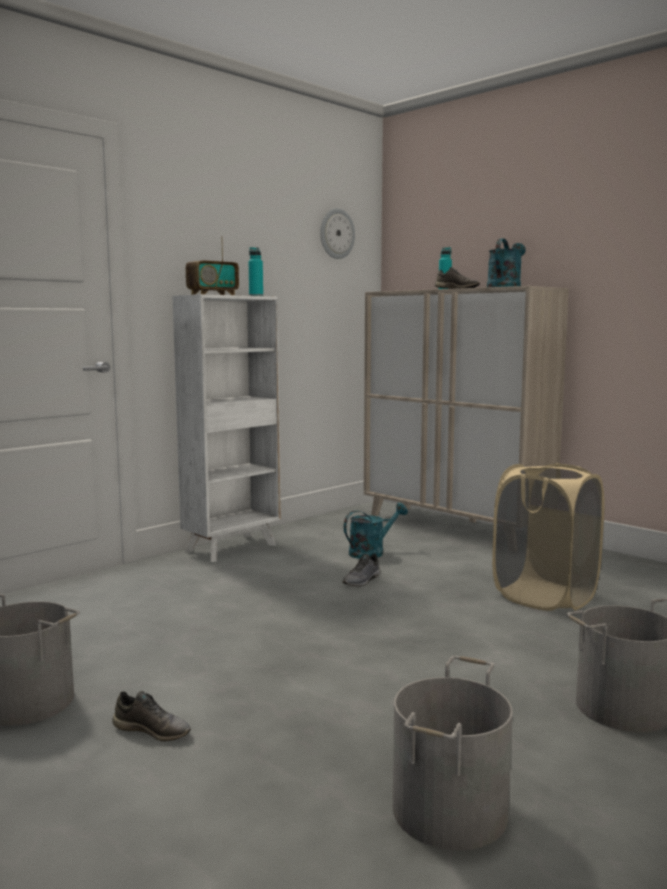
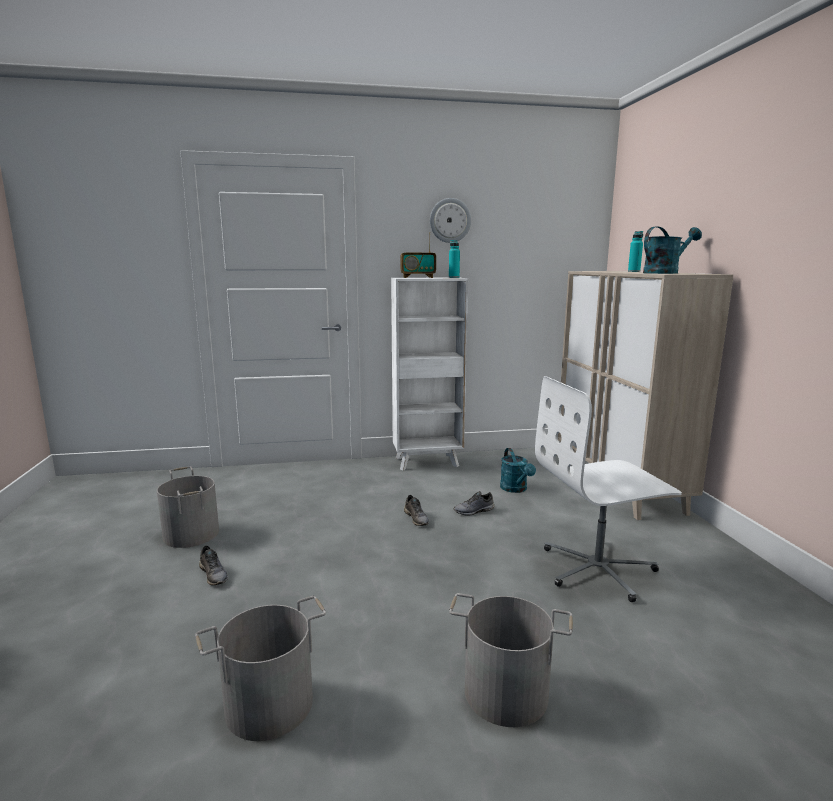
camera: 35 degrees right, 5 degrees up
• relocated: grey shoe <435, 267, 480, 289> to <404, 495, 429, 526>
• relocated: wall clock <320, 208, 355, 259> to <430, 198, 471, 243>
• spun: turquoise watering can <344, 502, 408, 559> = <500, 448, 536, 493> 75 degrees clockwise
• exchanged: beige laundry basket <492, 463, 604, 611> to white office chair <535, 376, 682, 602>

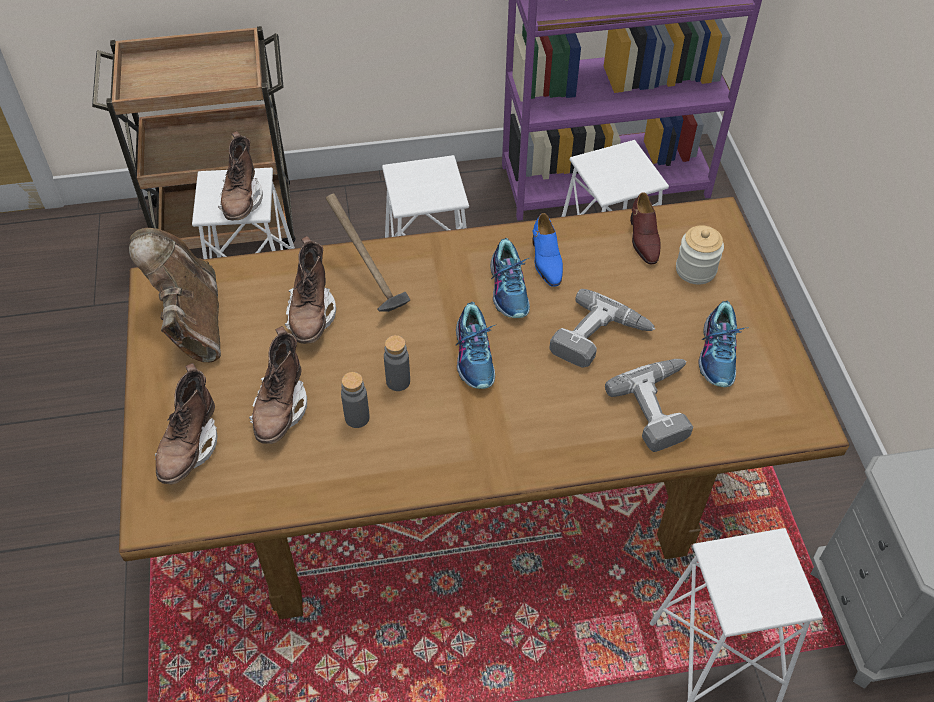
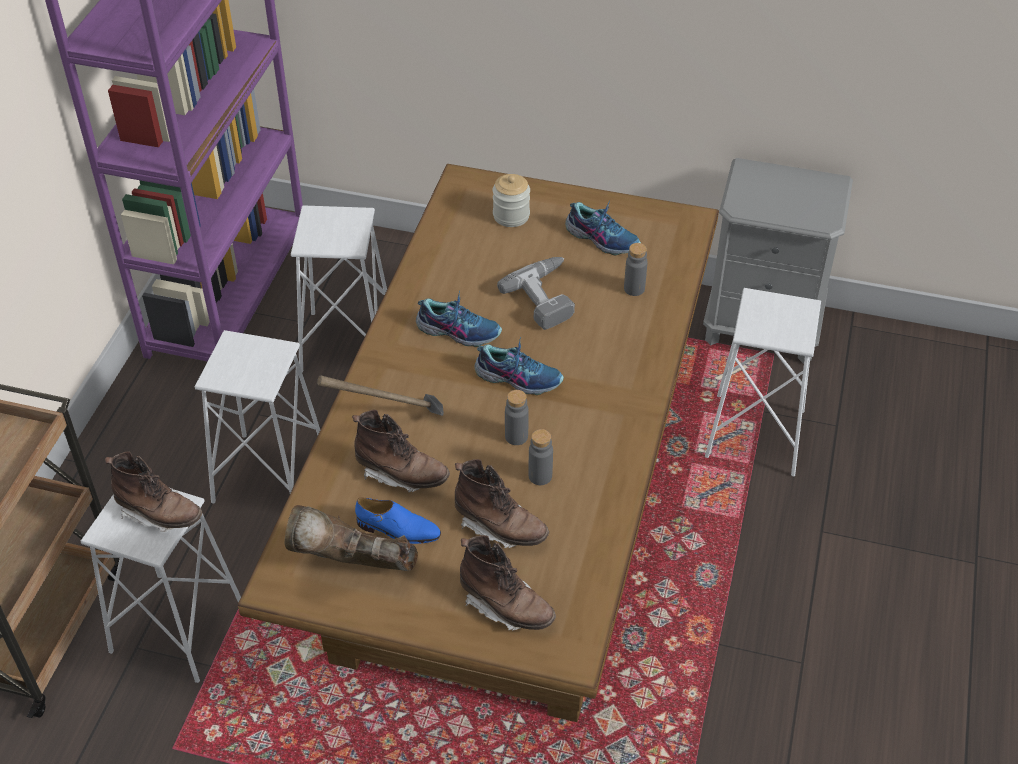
camera: 65 degrees left, 5 degrees down
• relocated: blue shoe <532, 213, 563, 287> to <355, 497, 441, 544>
• exchanged: power drill <605, 359, 693, 452> to grey bottle <624, 243, 648, 296>
• missing: brown shoe <630, 192, 660, 264>

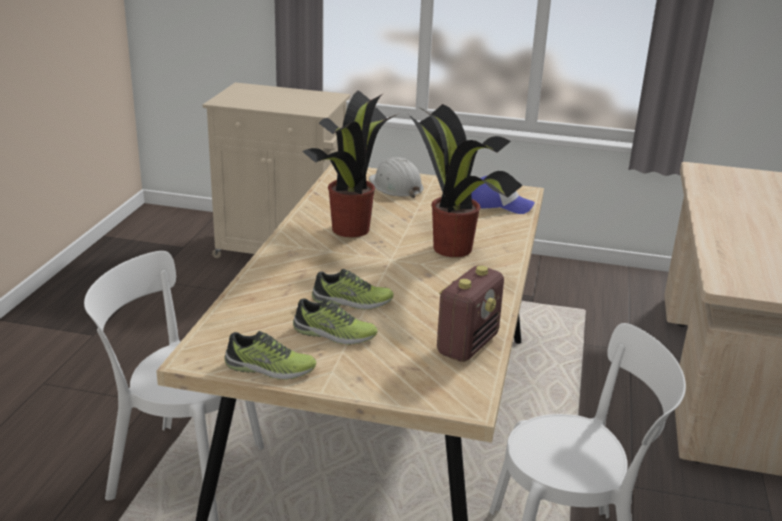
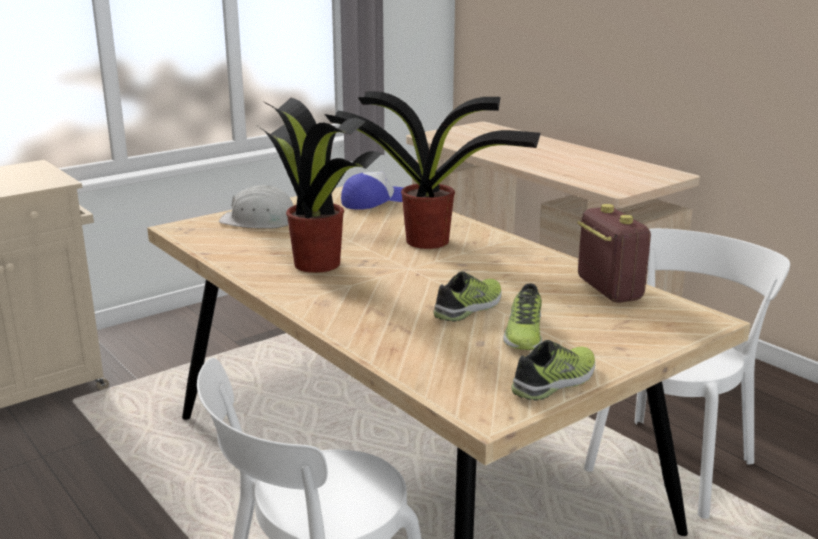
camera: 50 degrees left, 5 degrees down
• spun: shoe <293, 298, 378, 345> = <503, 283, 542, 350> 135 degrees clockwise

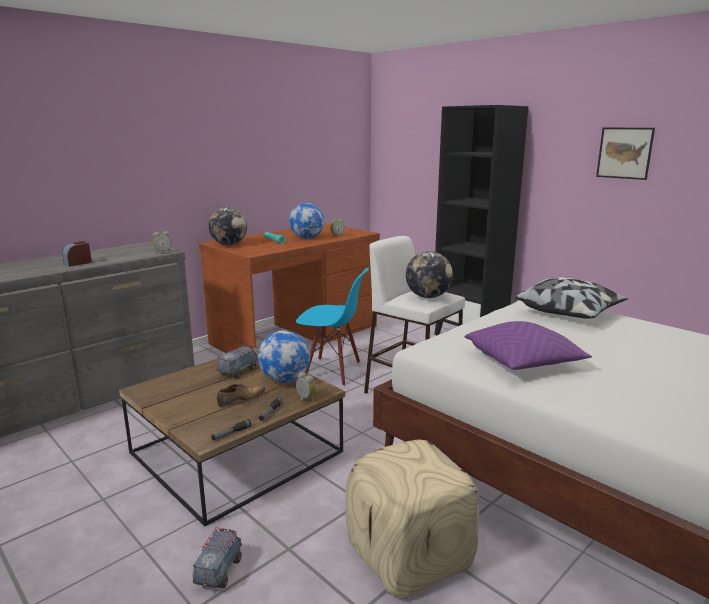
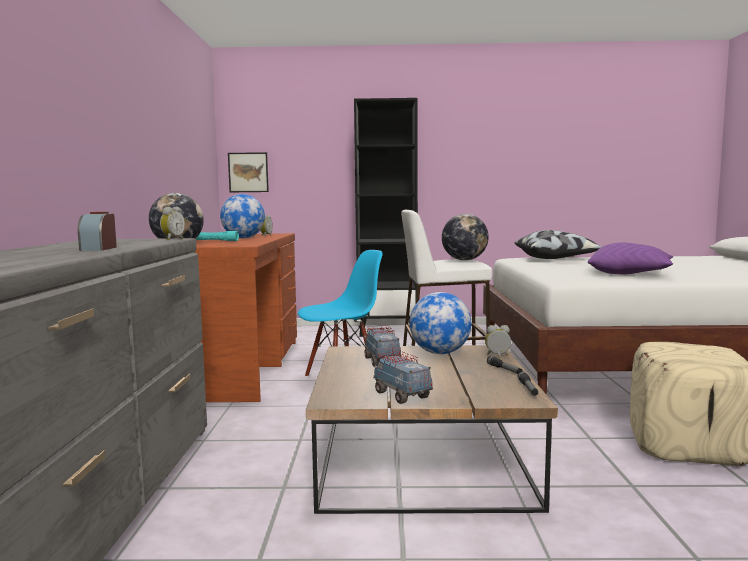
camera: 45 degrees left, 10 degrees down
• relocated: picture <596, 128, 655, 180> to <228, 152, 269, 192>
• relocated: toy truck <193, 527, 242, 588> to <373, 351, 433, 404>
• missing: shoe <217, 384, 265, 407>

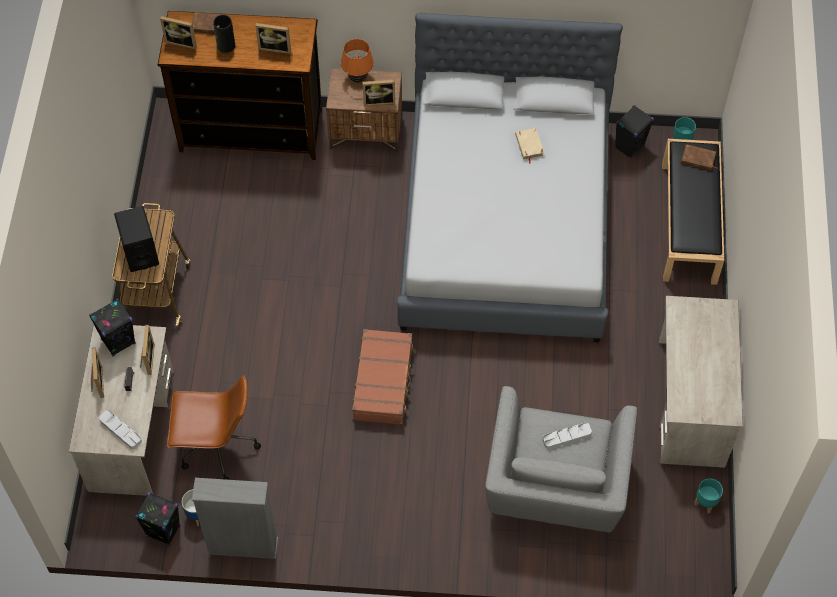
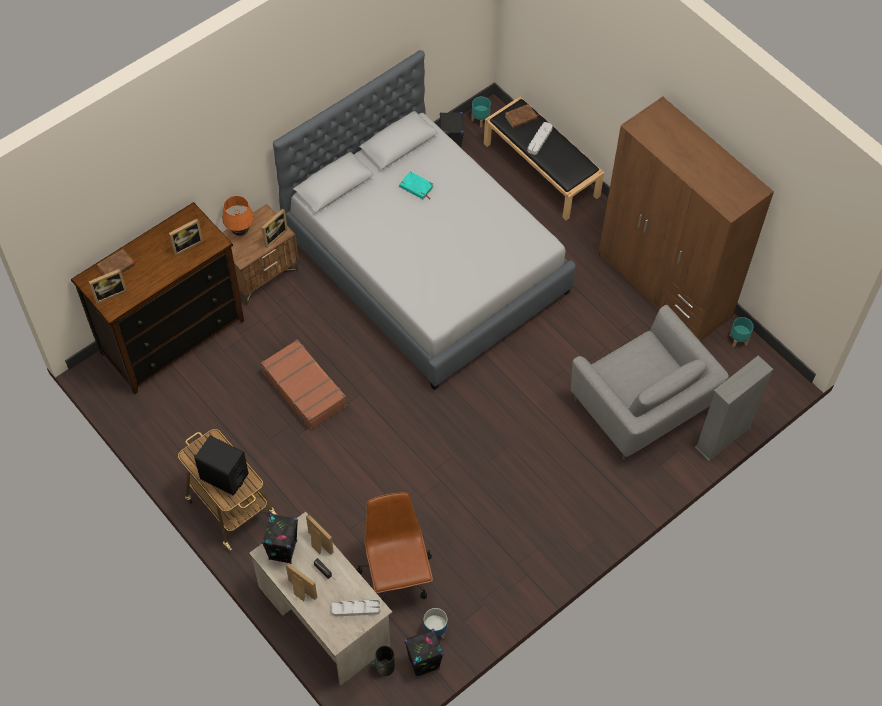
camera: 45 degrees left, 0 degrees up
• relocated: brown suitcase <352, 329, 416, 425> to <261, 339, 347, 431>
• spun: brown office chair <167, 375, 261, 480> = <357, 492, 433, 600> 60 degrees counterclockwise
• relocated: vase <213, 15, 235, 53> to <372, 646, 395, 676>
• colour: beige book <515, 128, 544, 164> to turquoise book <399, 171, 434, 200>
• relocated: grey tray <543, 423, 592, 449> to <527, 122, 553, 155>
• exchanged: beige desk <659, 296, 743, 468> to brown wardrobe <599, 97, 774, 341>
• relocated: grey bookcase <192, 478, 278, 559> to <695, 355, 773, 461>

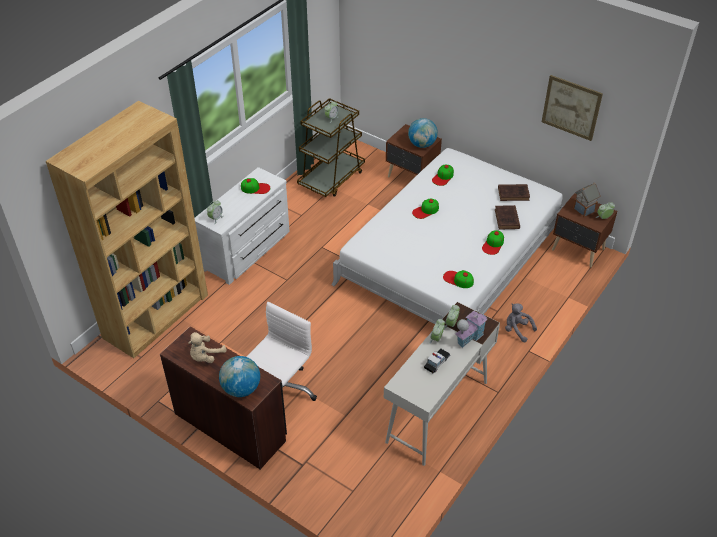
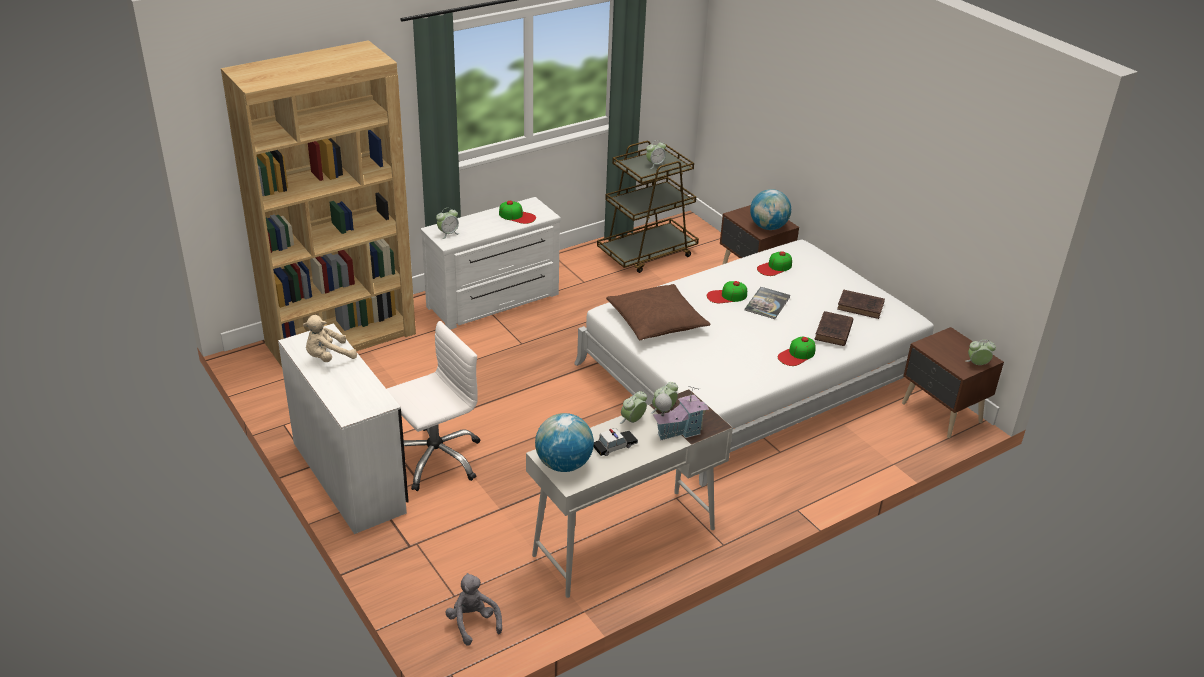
camera: 20 degrees right, 10 degrees down
• colour: brown desk <160, 326, 287, 470> to white desk <278, 324, 409, 534>
• relocated: grey plush toy <505, 303, 537, 342> to <445, 573, 502, 646>
• relocated: globe <219, 356, 260, 397> to <535, 413, 594, 472>
• appeared: brown pillow <606, 284, 711, 340>
• appeared: book <745, 287, 790, 319>
• missing: cap <443, 270, 474, 288>
• missing: picture <542, 75, 603, 141>
• missing: toy house <573, 183, 600, 217>

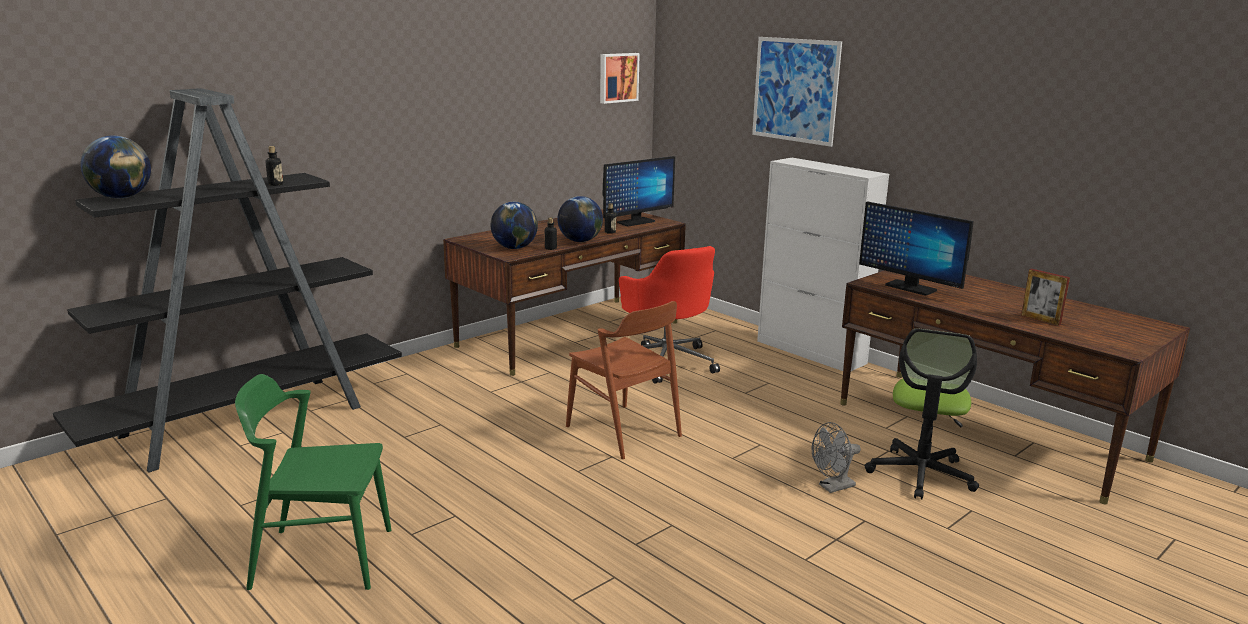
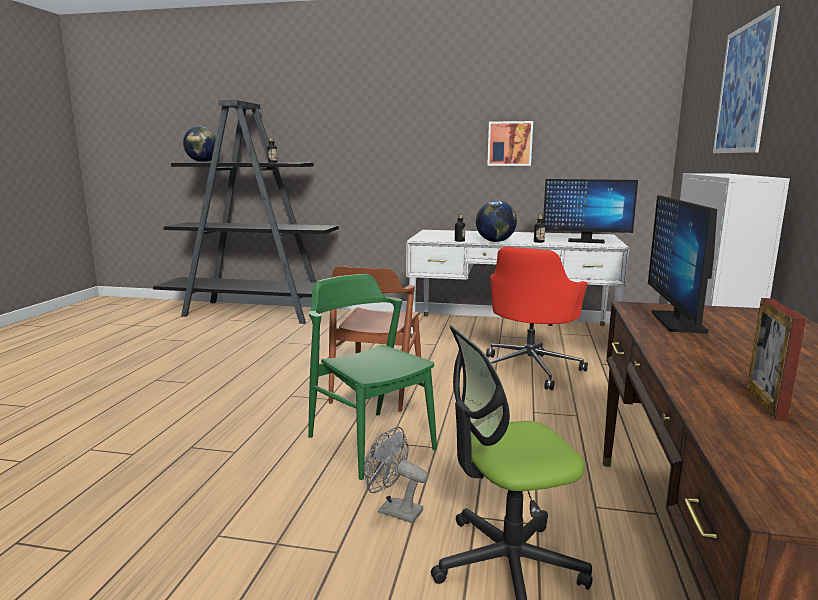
camera: 55 degrees right, 5 degrees down
• relocated: green chair <235, 374, 391, 590> to <308, 274, 437, 480>
• colour: brown desk <443, 209, 686, 376> to white desk <406, 230, 630, 338>
• relocated: picture <600, 53, 640, 104> to <487, 121, 533, 166>
• missing: globe <491, 202, 538, 249>

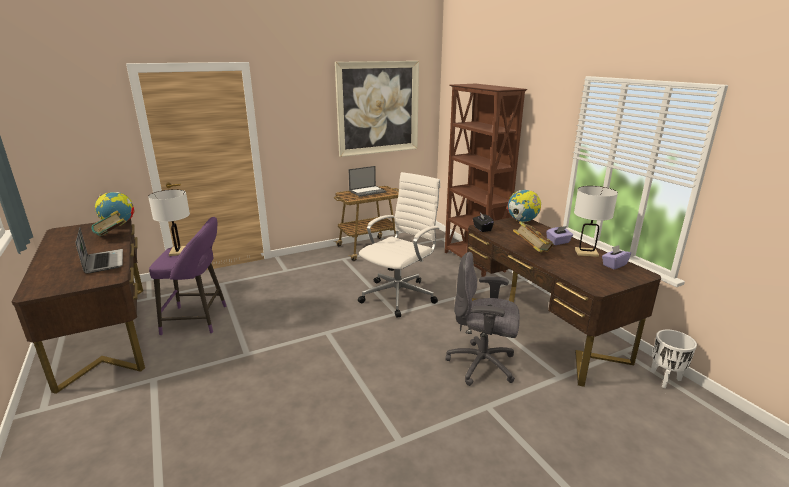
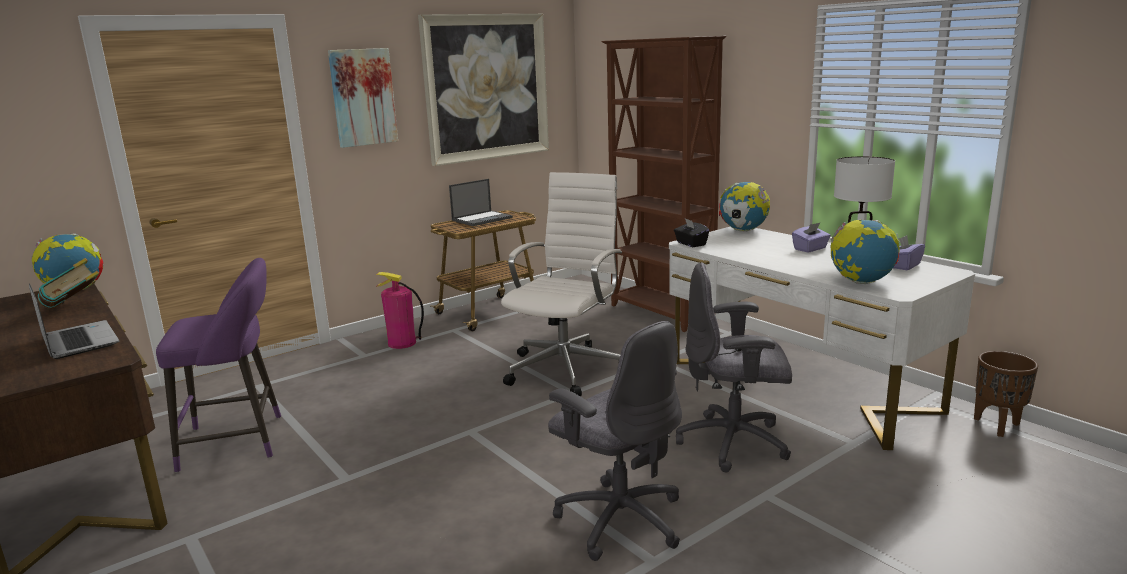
camera: 10 degrees left, 5 degrees down
• appeared: picture <328, 48, 398, 148>
• appeared: fire extinguisher <376, 272, 424, 349>
• appeared: grey office chair <548, 321, 682, 561>
• colour: brown desk <467, 217, 661, 387> to white desk <669, 227, 975, 450>
• appeared: globe <831, 220, 900, 284>
• colour: white planter <651, 330, 697, 389> to brown planter <974, 351, 1038, 437>
• missing: white table lamp <148, 189, 190, 256>
• missing: book <513, 222, 554, 252>

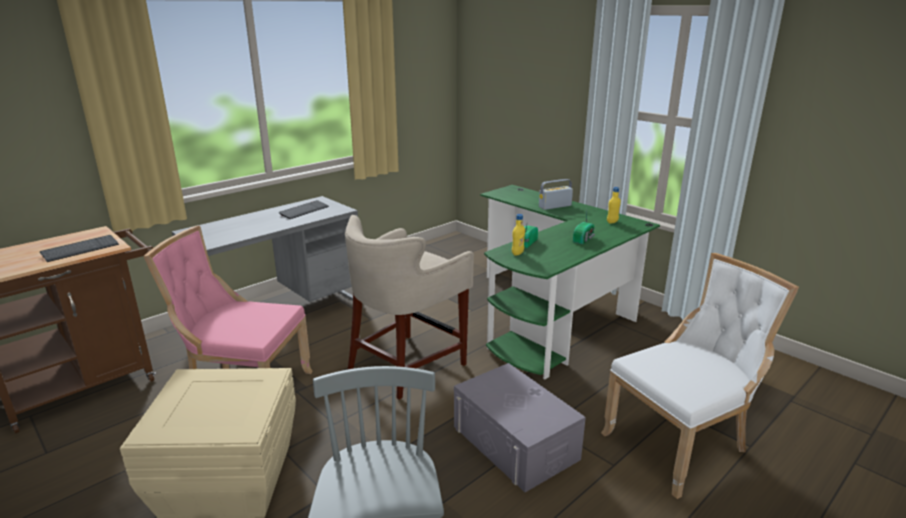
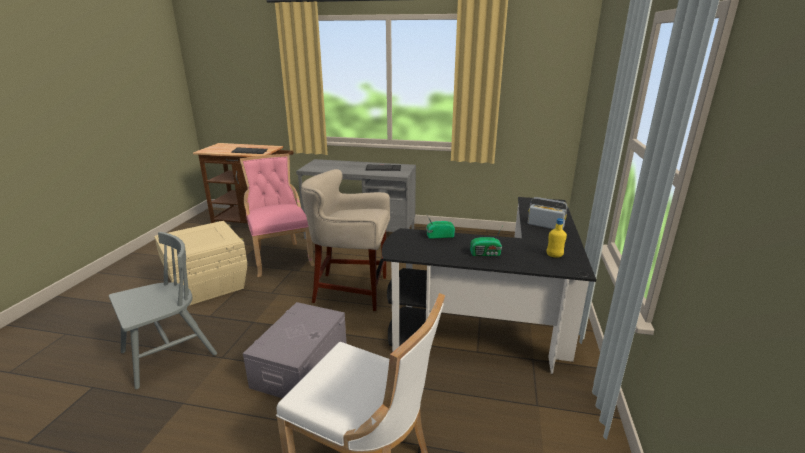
camera: 55 degrees right, 0 degrees up
• colour: green desk <480, 185, 660, 380> to black desk <382, 197, 596, 374>
• missing: yellow bottle <512, 214, 525, 255>

